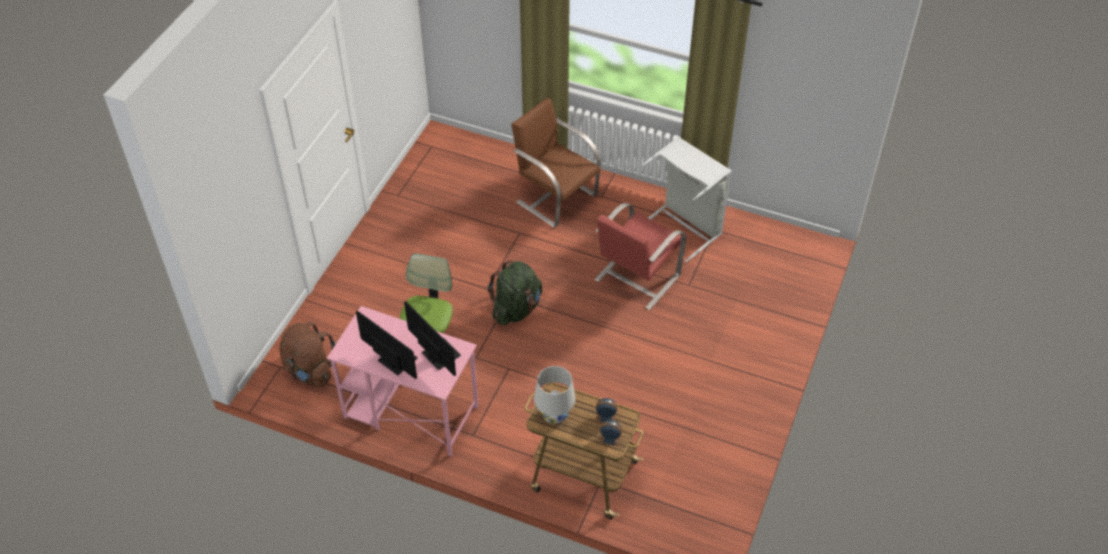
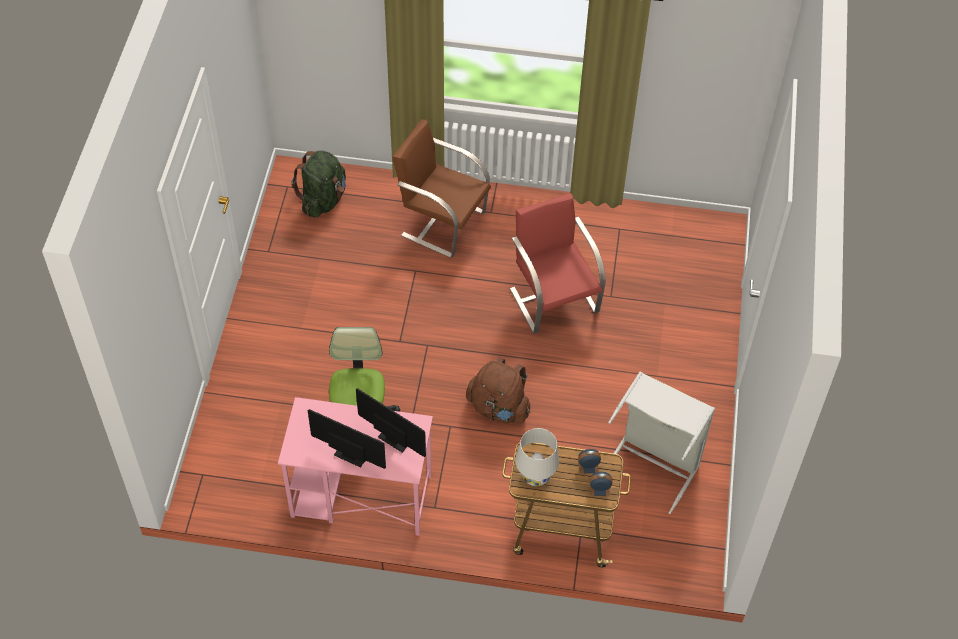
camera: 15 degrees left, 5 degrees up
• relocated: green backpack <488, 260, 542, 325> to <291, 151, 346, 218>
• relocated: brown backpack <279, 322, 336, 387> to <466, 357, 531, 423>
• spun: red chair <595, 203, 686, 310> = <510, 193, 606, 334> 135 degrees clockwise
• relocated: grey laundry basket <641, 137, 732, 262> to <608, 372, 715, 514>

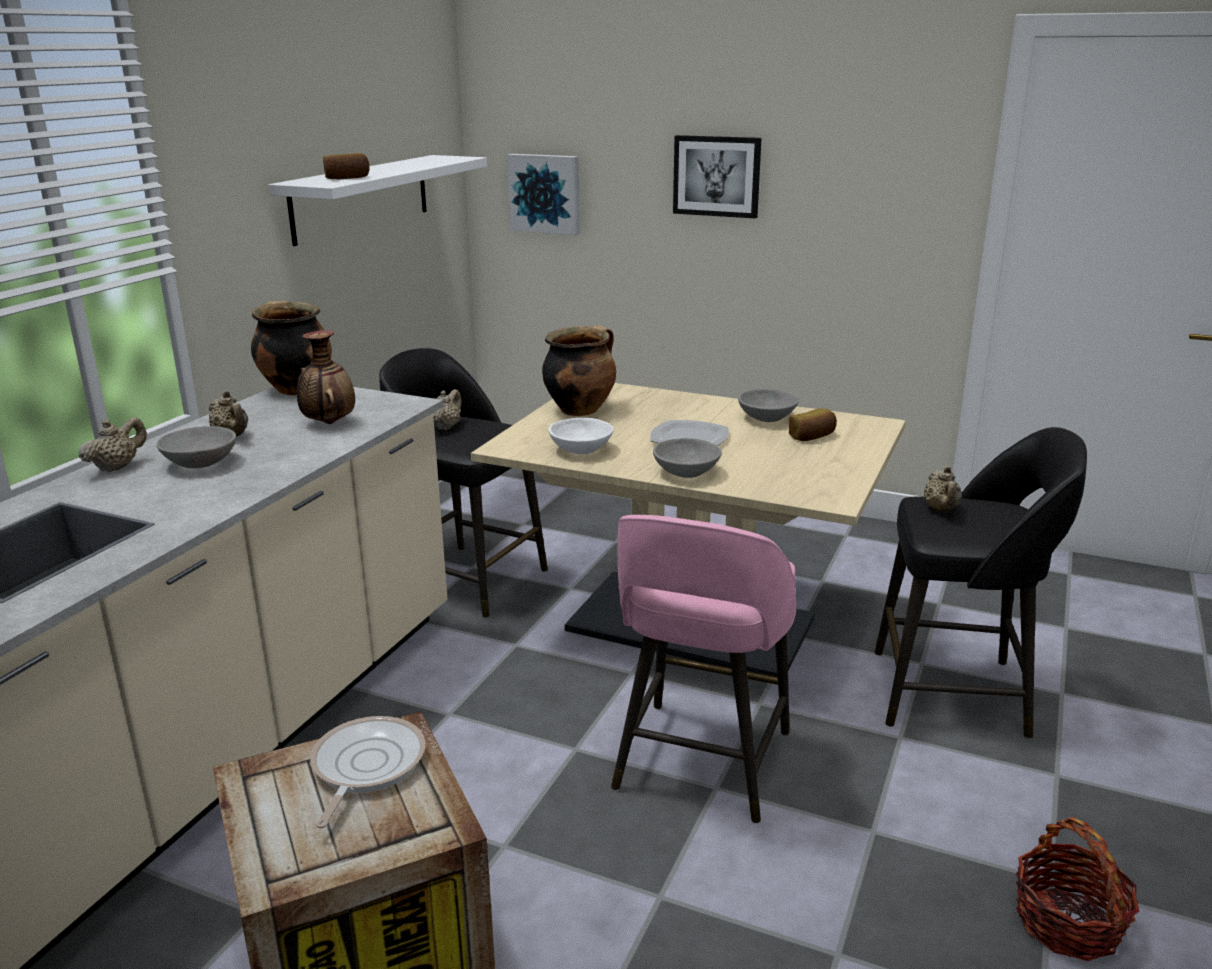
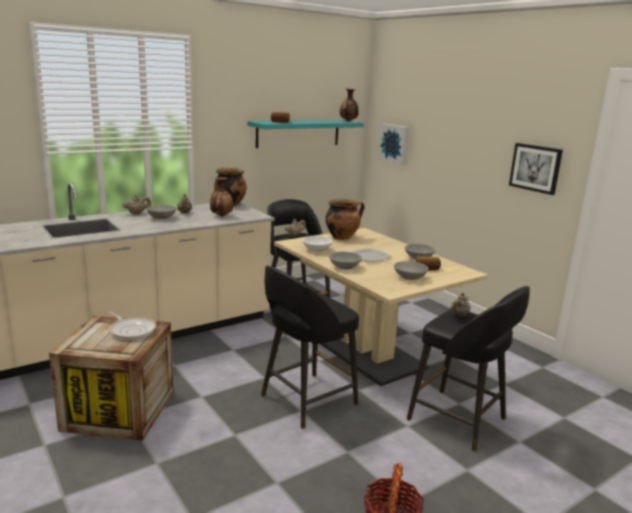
camera: 30 degrees right, 5 degrees down
• spun: frying pan <310, 716, 425, 828> = <108, 311, 156, 340> 90 degrees clockwise
• colour: white shelf <269, 155, 487, 246> to turquoise shelf <247, 120, 364, 148>
• colour: pink stool <611, 515, 796, 823> to black stool <261, 266, 359, 429>
• appeared: vase <340, 89, 359, 121>
• appeared: grey bowl <394, 261, 428, 280>
• relocated: picture <673, 135, 762, 219> to <509, 143, 563, 195>

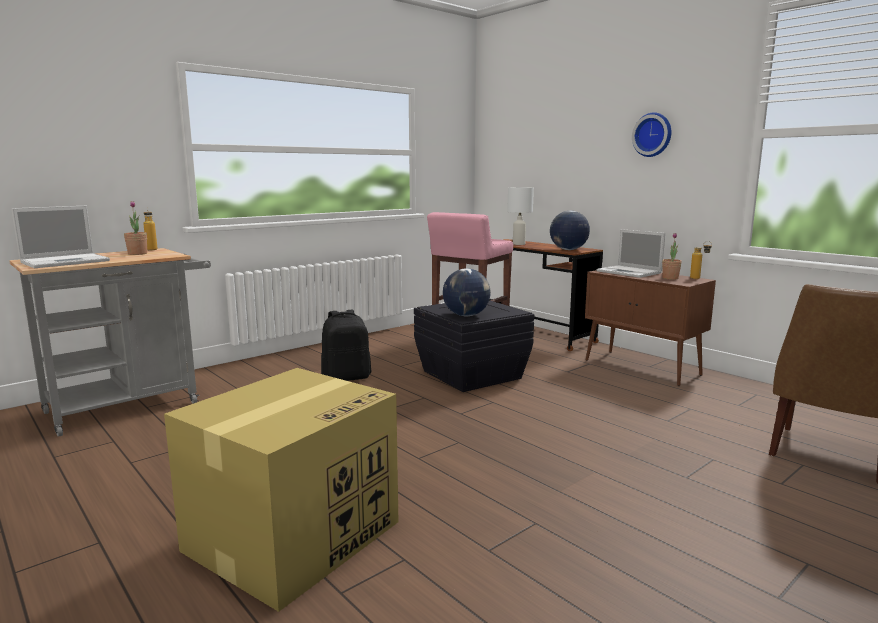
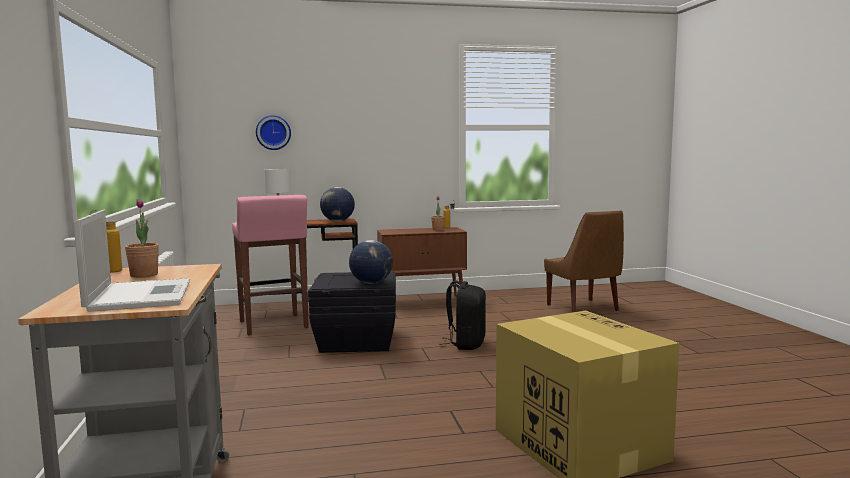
camera: 60 degrees left, 5 degrees down
• relocated: wall clock <632, 113, 671, 157> to <256, 115, 291, 150>
• relocated: black backpack <321, 310, 371, 381> to <439, 281, 486, 350>
• missing: laptop <596, 229, 665, 278>

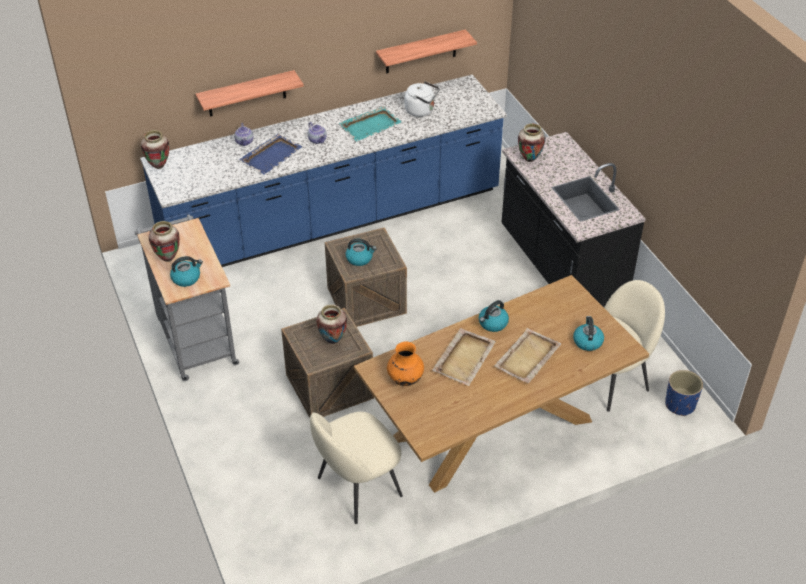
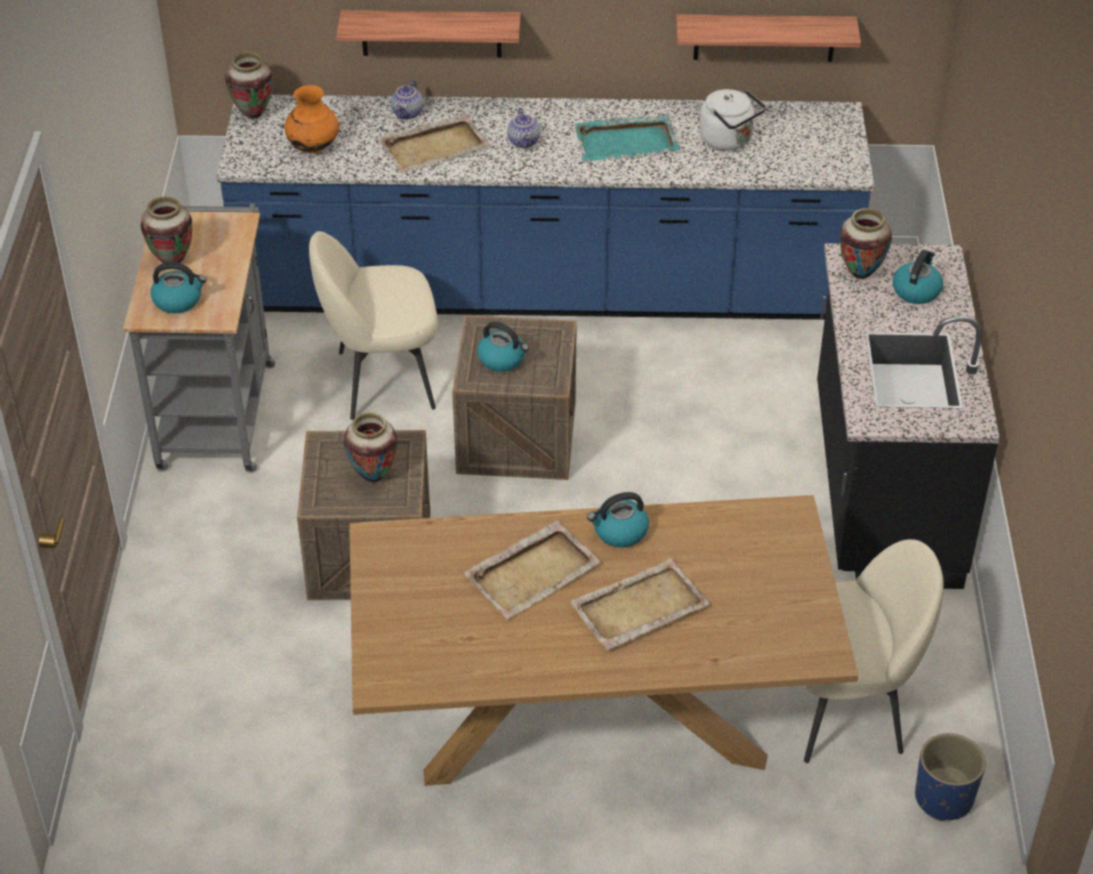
camera: 25 degrees right, 0 degrees up
• relocated: orange vase <387, 341, 424, 386> to <285, 85, 339, 153>
• relocated: beige chair <310, 412, 403, 524> to <309, 231, 438, 420>
• colour: blue tray <239, 134, 302, 175> to beige tray <378, 114, 490, 173>
• relocated: kettle <573, 316, 604, 351> to <893, 250, 943, 304>

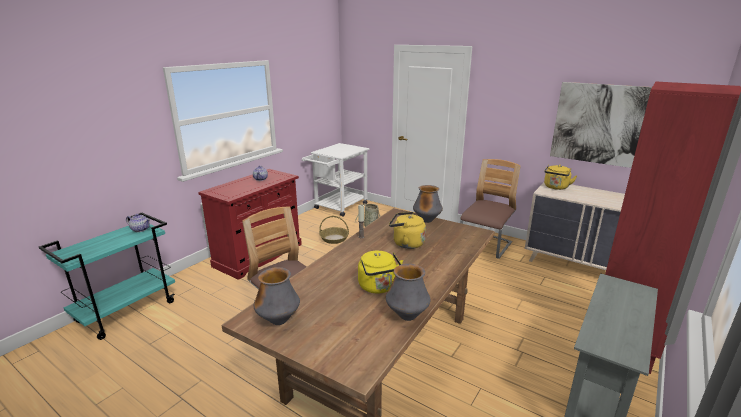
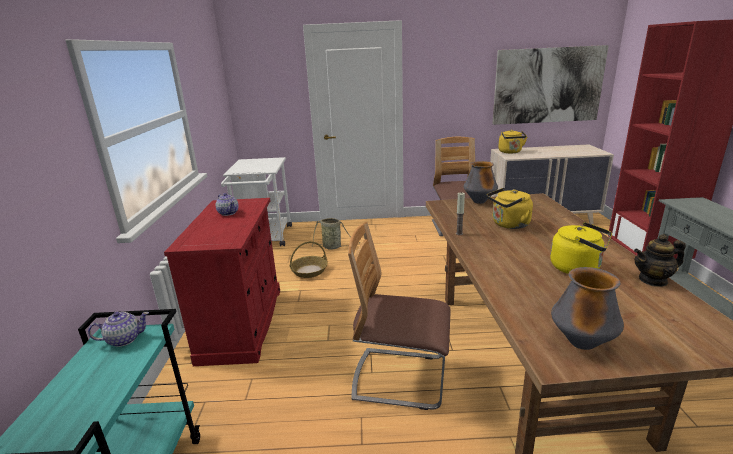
camera: 35 degrees left, 0 degrees up
• exchanged: vase <386, 264, 430, 321> to teapot <634, 234, 686, 287>

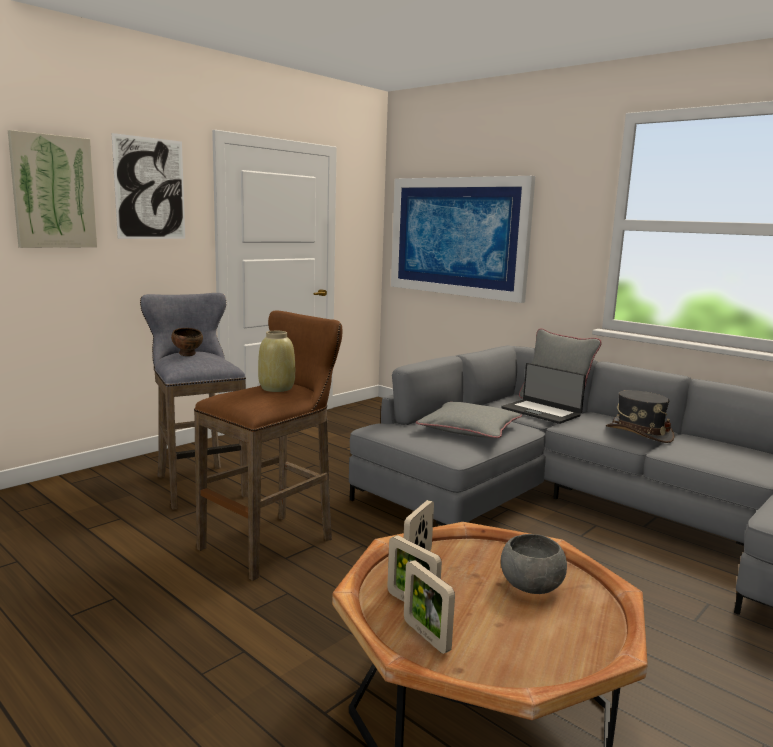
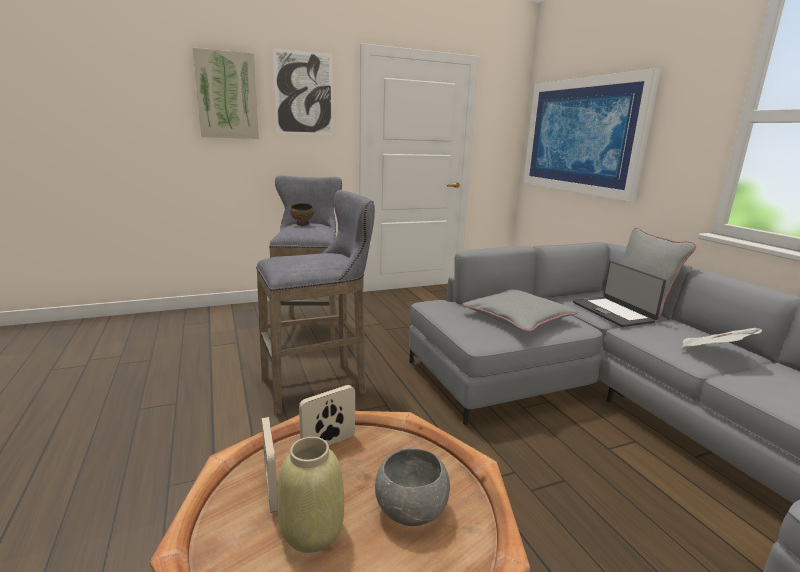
camera: 25 degrees right, 5 degrees up
• colour: brown stool <194, 311, 342, 581> to grey stool <256, 190, 375, 415>
• relocated: beige vase <258, 331, 295, 392> to <278, 437, 344, 553>
• exchanged: grey hat <606, 390, 674, 443> to newspaper <682, 328, 762, 347>
• missing: picture frame <404, 560, 455, 654>

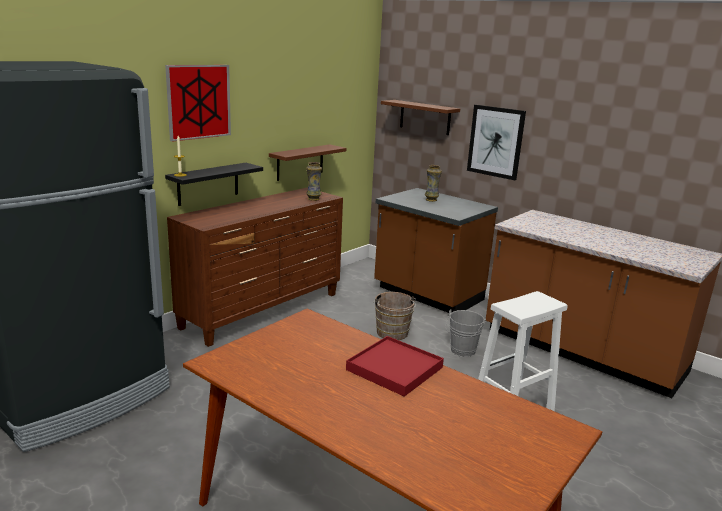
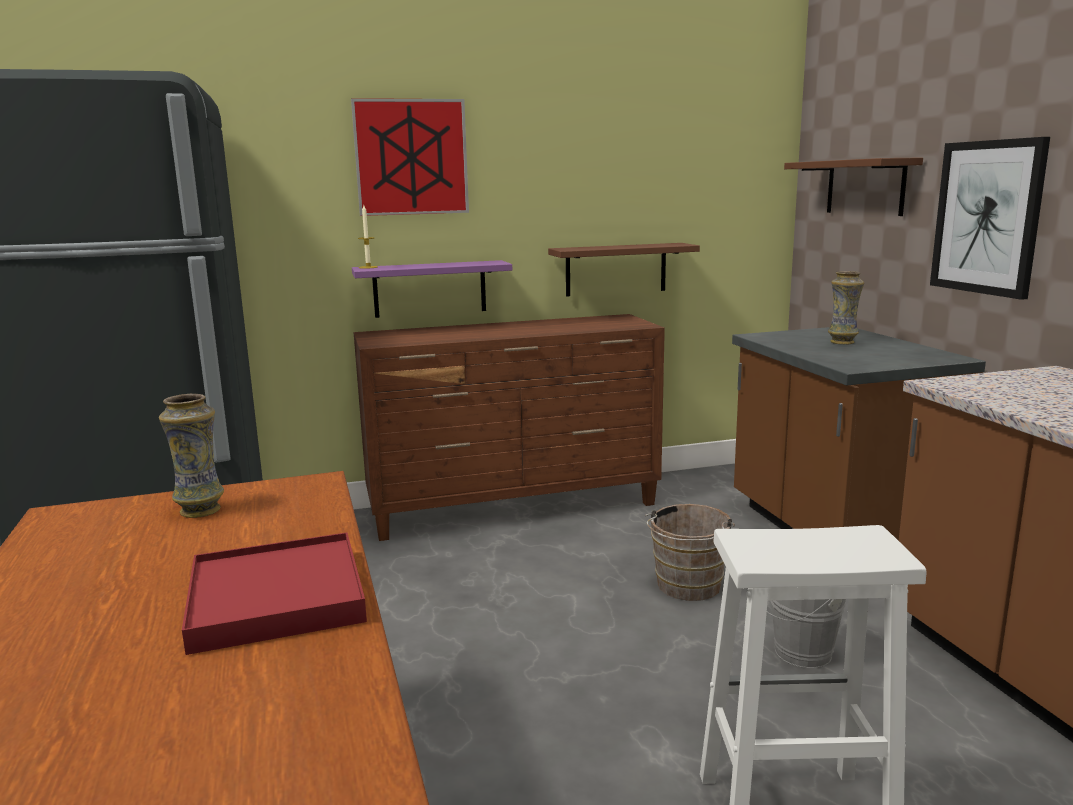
camera: 35 degrees right, 5 degrees down
• relocated: vase <306, 162, 322, 201> to <159, 394, 224, 518>
• colour: black shelf <165, 163, 263, 206> to purple shelf <352, 260, 512, 318>

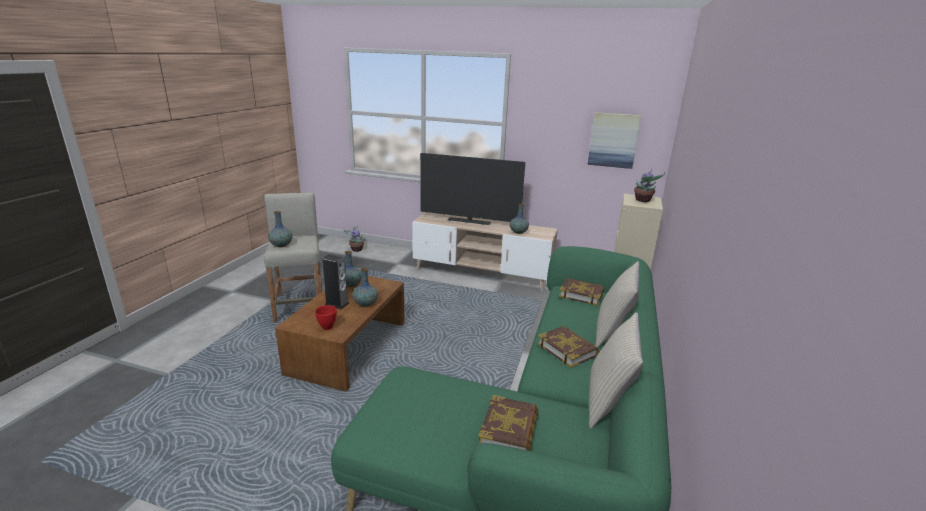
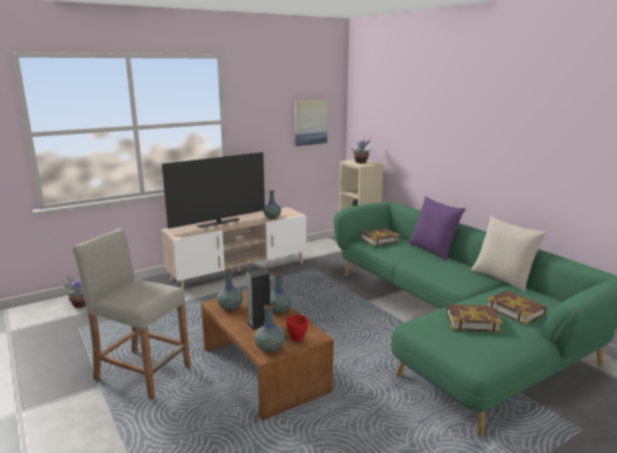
camera: 50 degrees left, 5 degrees down
• relocated: vase <268, 211, 293, 247> to <254, 305, 285, 352>
• colour: beige pillow <596, 261, 640, 348> to purple pillow <408, 196, 465, 260>
• relocated: book <537, 326, 599, 368> to <446, 304, 503, 332>

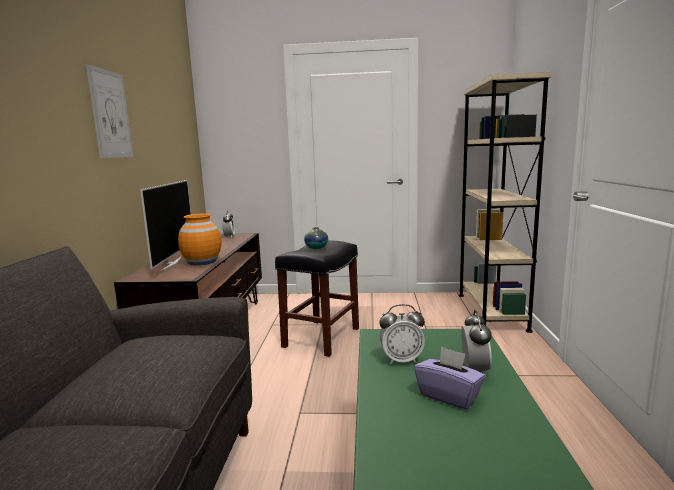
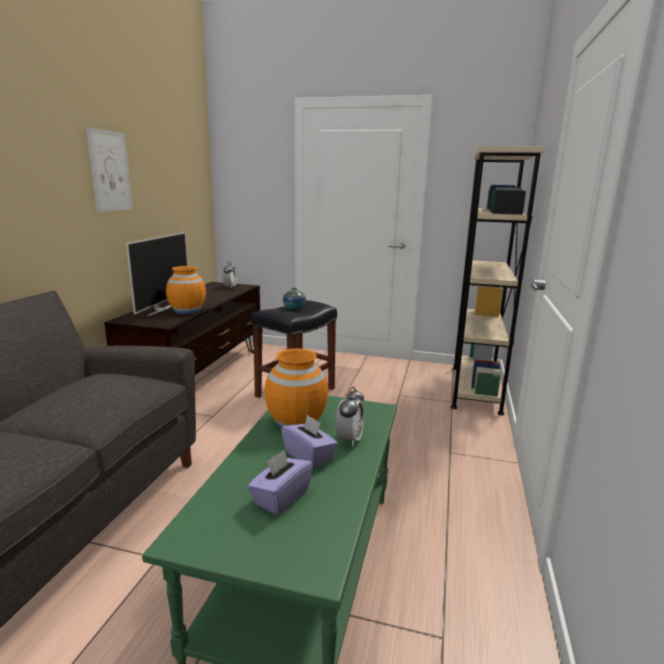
camera: 10 degrees right, 5 degrees up
• appeared: purple tissue box <248, 449, 313, 515>
• exchanged: alarm clock <379, 304, 425, 364> to orange vase <265, 348, 328, 428>

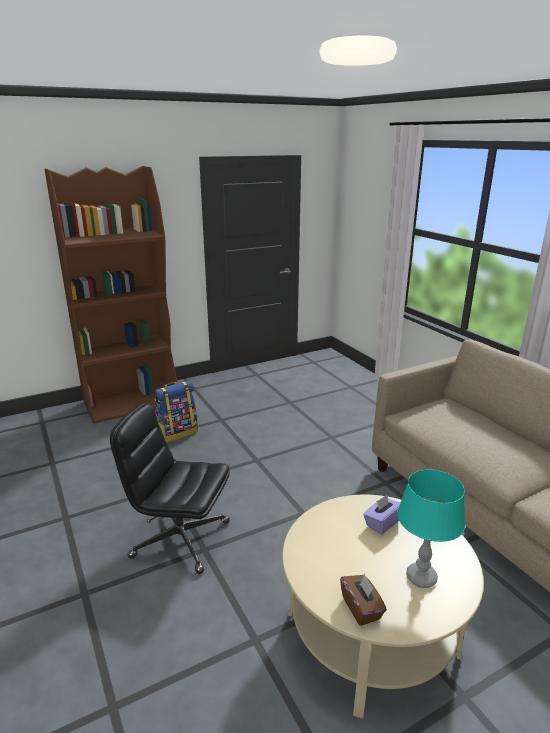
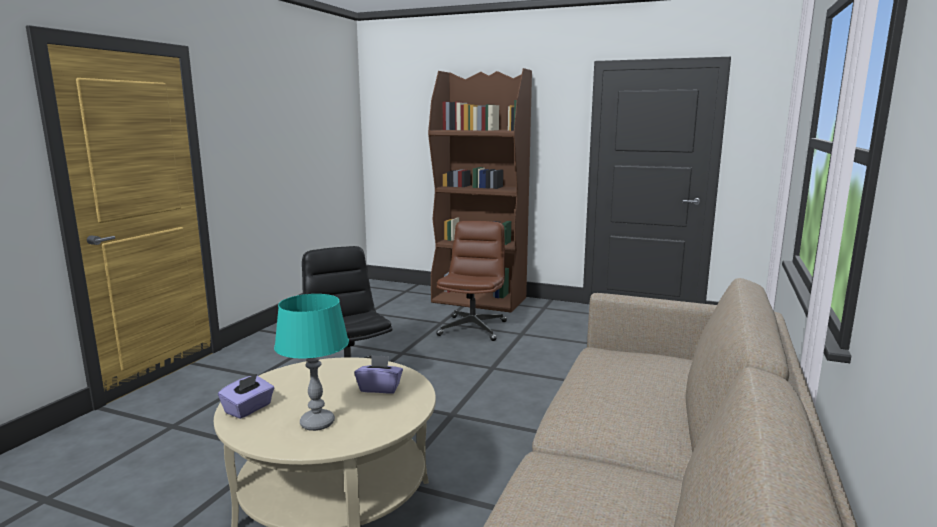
camera: 50 degrees right, 10 degrees down
• colour: brown tissue box <340, 574, 387, 626> to purple tissue box <218, 374, 274, 419>
• exchanged: backpack <154, 381, 198, 443> to brown office chair <436, 221, 507, 341>

